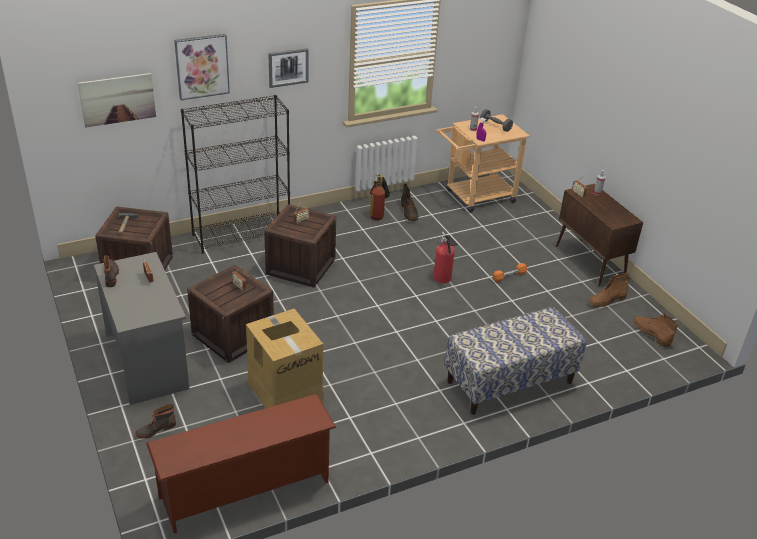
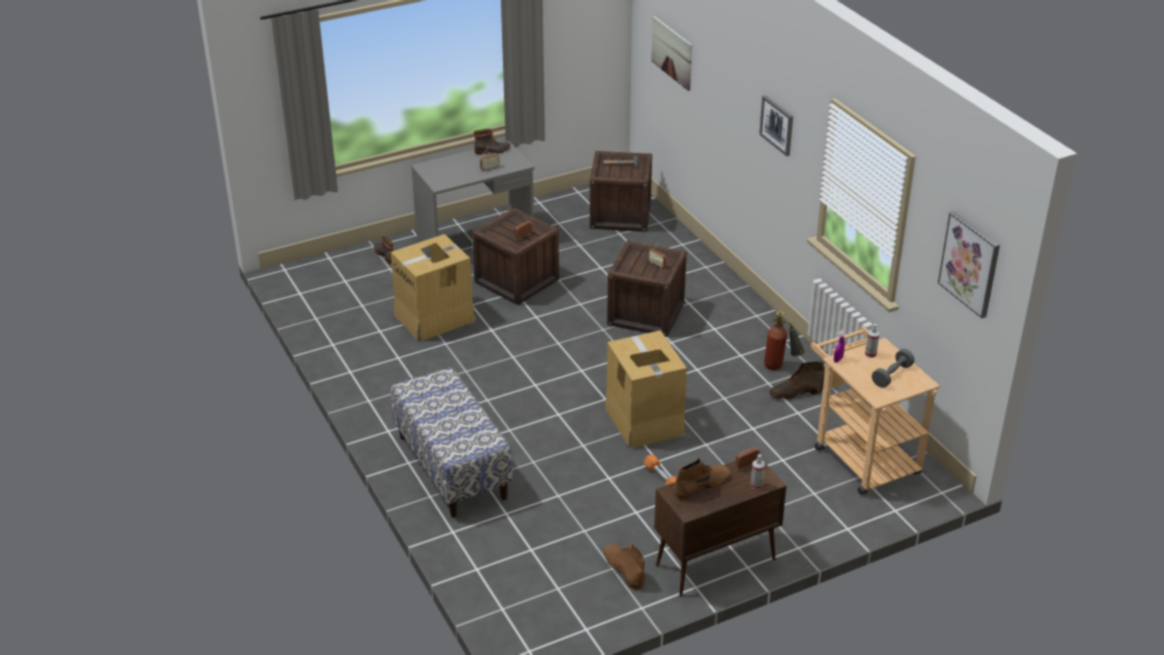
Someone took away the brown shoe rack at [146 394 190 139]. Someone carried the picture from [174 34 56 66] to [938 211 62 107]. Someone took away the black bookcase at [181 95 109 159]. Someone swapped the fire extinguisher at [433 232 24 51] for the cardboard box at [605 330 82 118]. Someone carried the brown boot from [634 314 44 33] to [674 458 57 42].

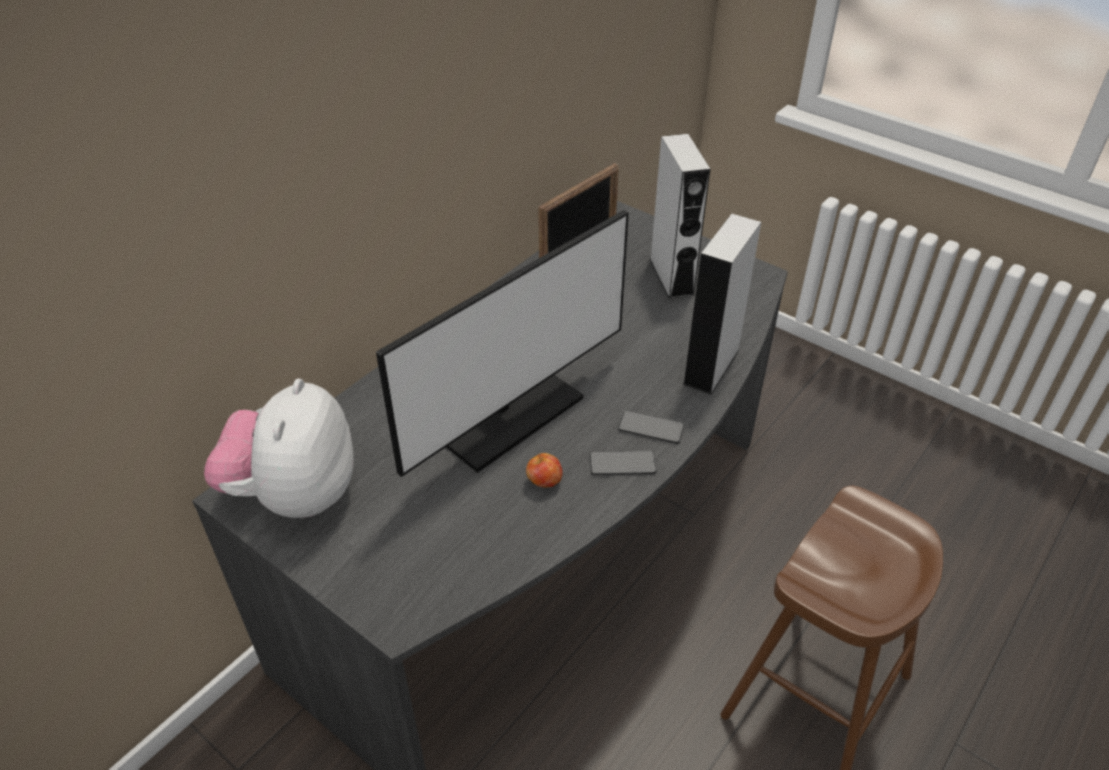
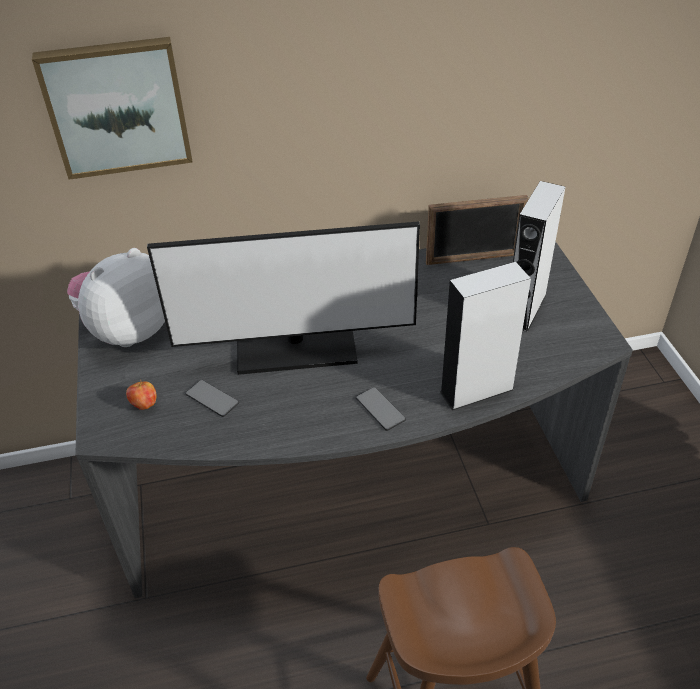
Someone carried the apple from [526 453 37 35] to [126 380 30 30]. Someone carried the phone from [590 451 66 24] to [185 380 54 37]. Someone put up the picture at [32 37 161 143].

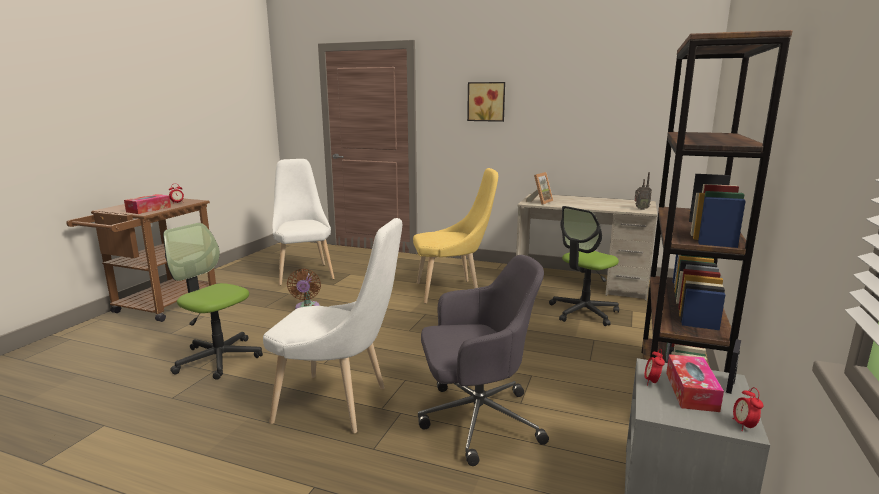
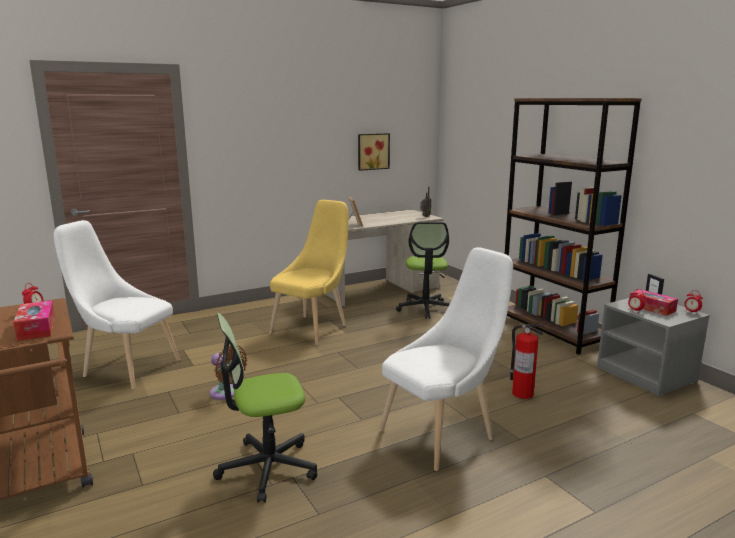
Someone swapped the grey office chair at [418 255 131 211] for the fire extinguisher at [510 324 33 75]. Someone carried the picture from [467 82 38 40] to [358 133 32 38].

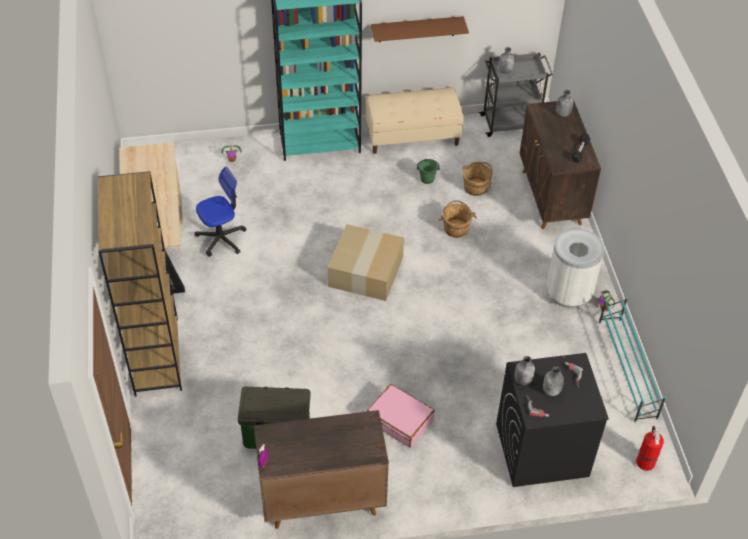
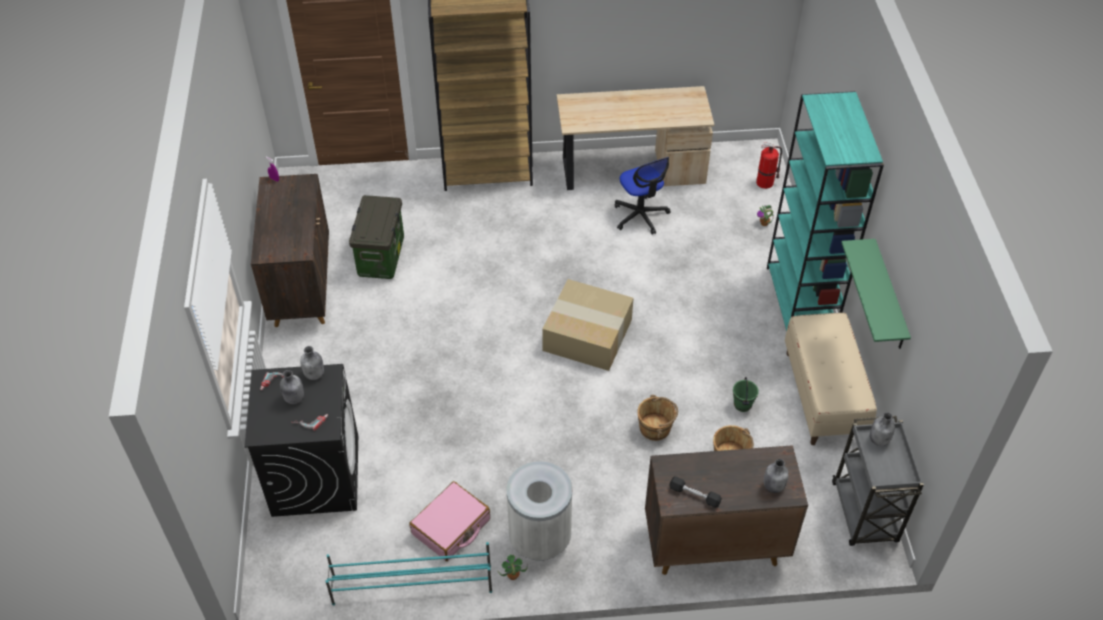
Someone carried the pink suitcase from [366 384 69 64] to [409 481 81 80]. Someone repainted the brown shelf at [371 16 98 26], which became the green shelf at [841 239 70 110]. Someone carried the fire extinguisher from [636 426 28 45] to [756 142 26 47].

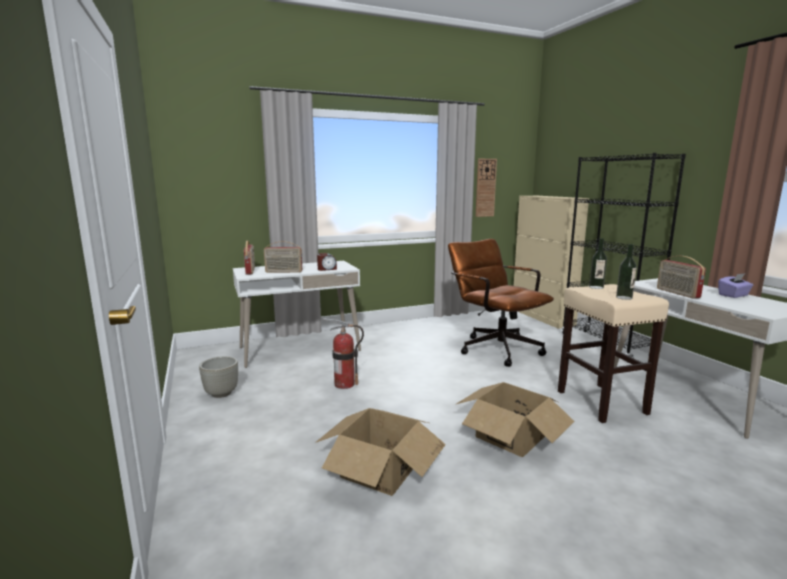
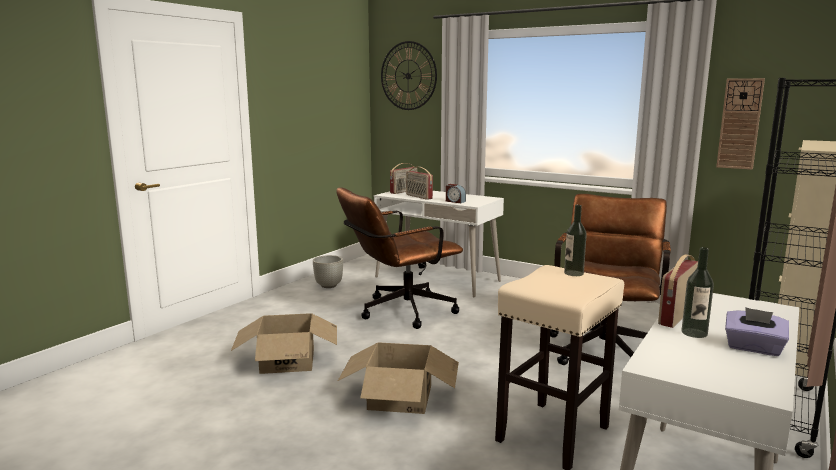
Someone swapped the fire extinguisher at [323 318 41 71] for the brown office chair at [336 187 127 142]. Someone carried the bottle from [616 244 21 56] to [681 247 33 91]. Someone put up the wall clock at [381 41 56 69].

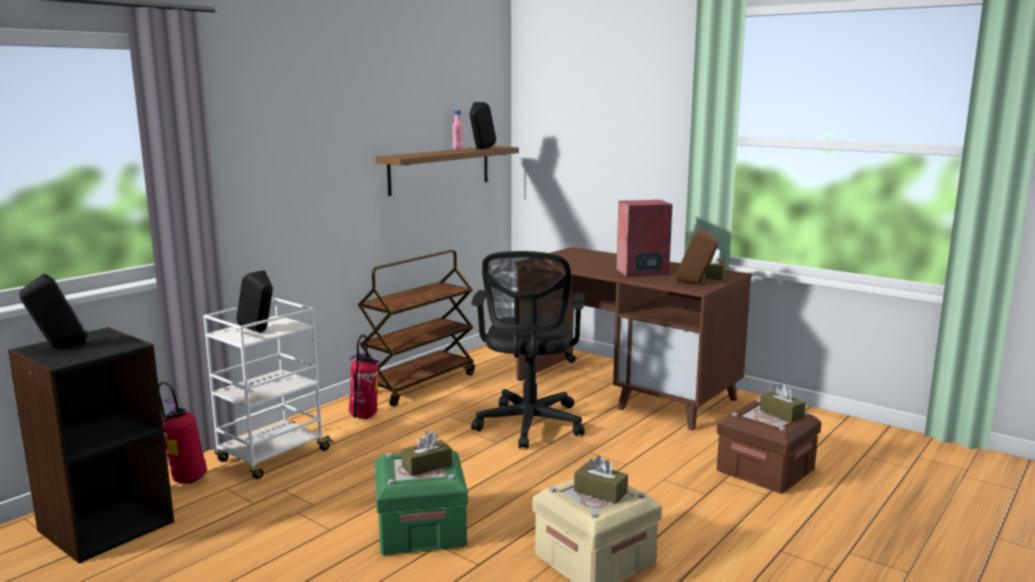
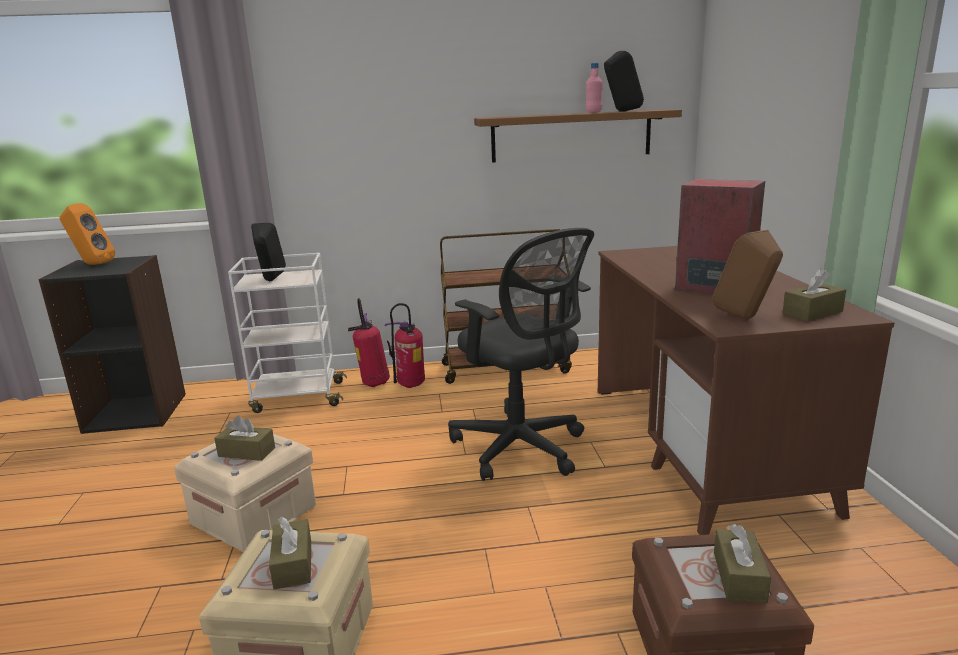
Someone repainted the black speaker at [19 274 69 74], which became the orange speaker at [60 203 55 62]. Someone carried the fire extinguisher from [158 382 49 102] to [348 298 42 89]. Someone repainted the green storage box at [375 450 93 105], which became the beige storage box at [174 426 142 126]. Someone rotated the black office chair at [471 251 114 198] by 90 degrees counterclockwise.

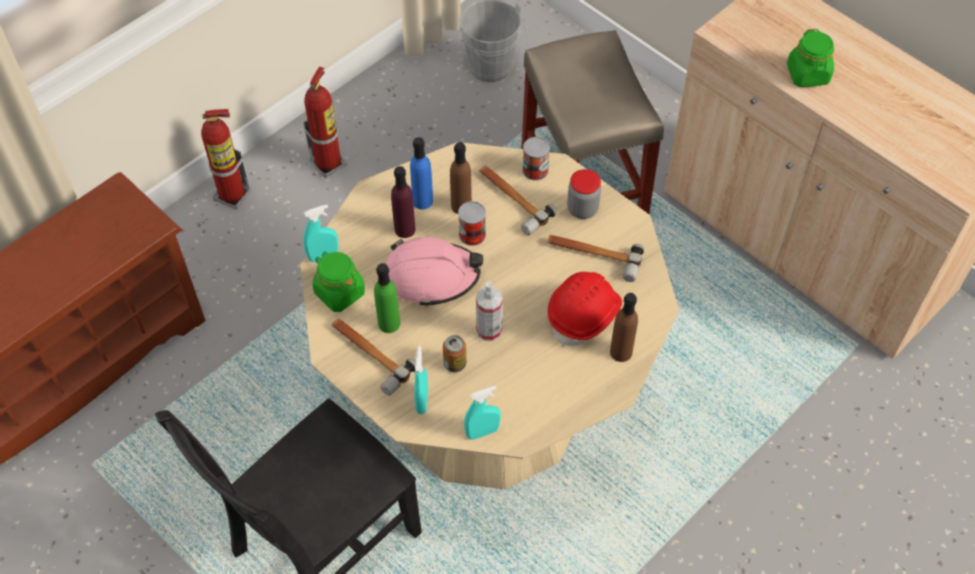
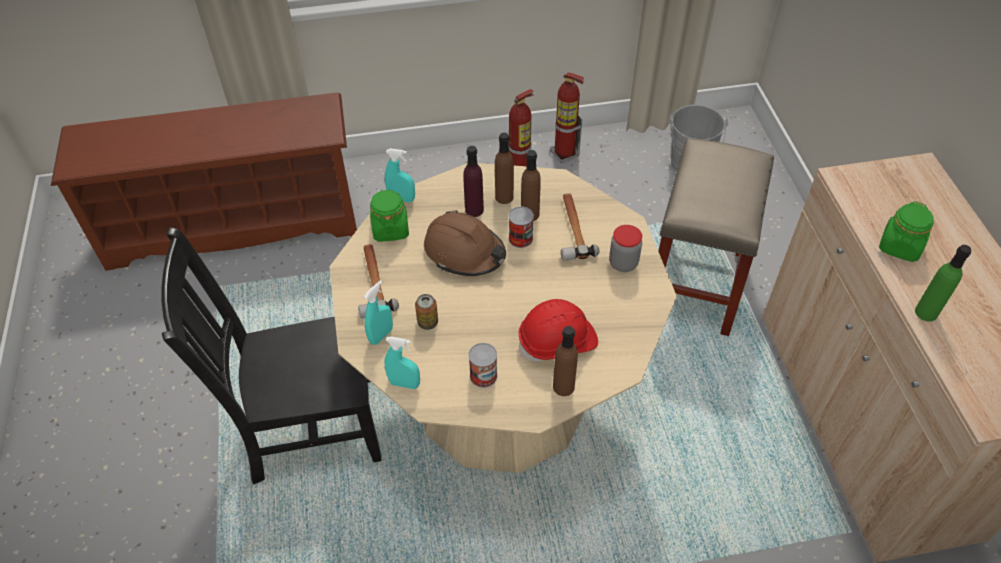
Someone carried the fire extinguisher from [201 109 50 101] to [550 72 34 91]. Someone carried the green bottle from [374 263 26 70] to [915 245 56 77]. Someone repainted the pink hard hat at [385 237 98 70], which became the brown hard hat at [424 210 82 66]. Someone repainted the blue bottle at [410 137 23 73], which became the brown bottle at [495 133 19 71]. Someone took away the spray bottle at [476 281 27 60]. Someone carried the can from [522 137 28 44] to [468 343 29 45]. Someone took away the hammer at [547 235 97 47].

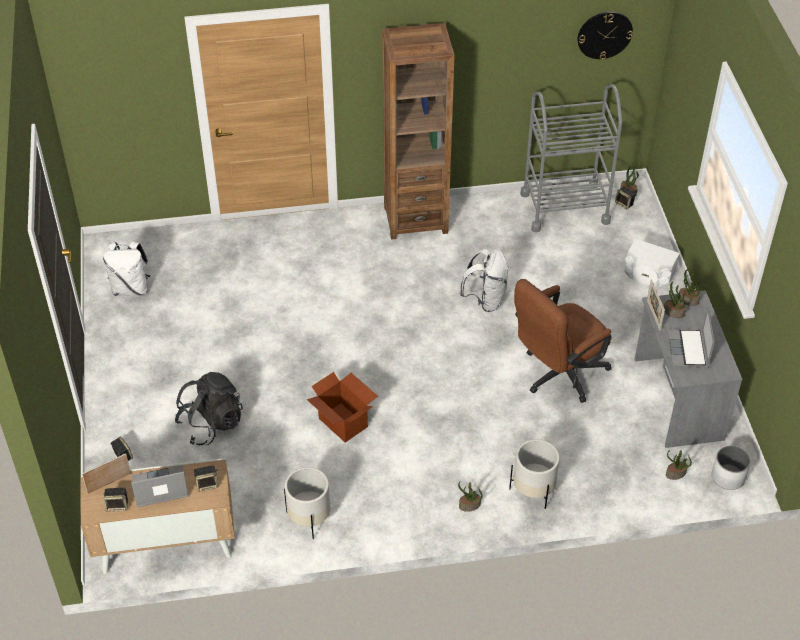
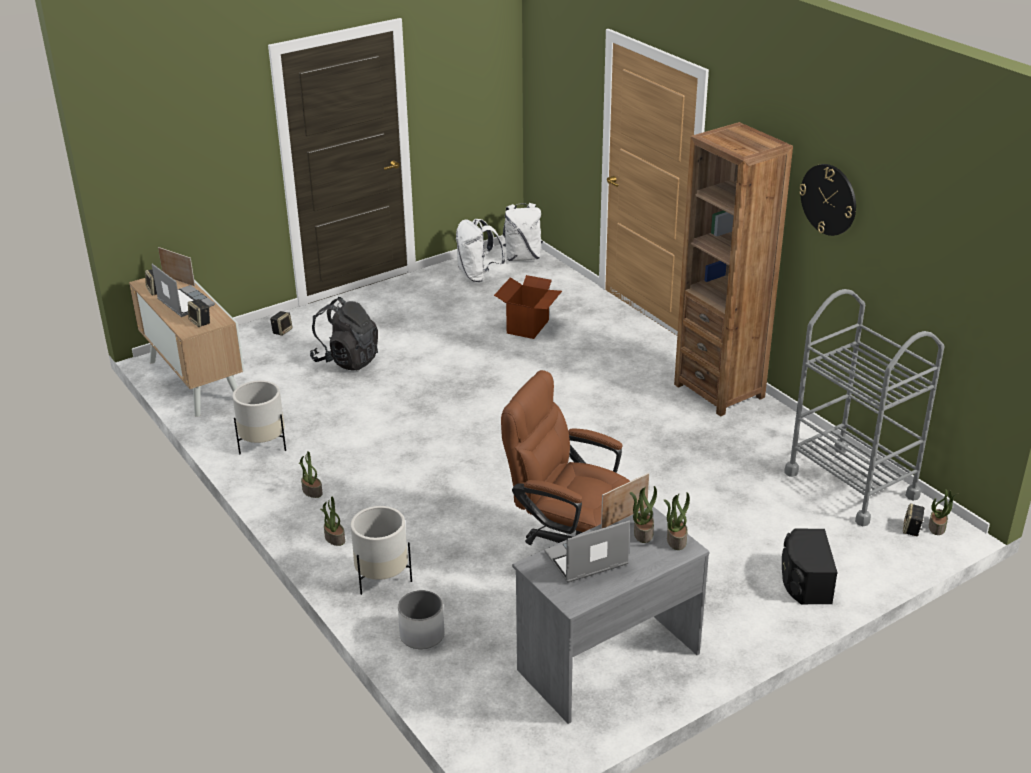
Someone carried the cardboard box from [307 372 71 70] to [494 275 68 64]. Someone carried the white backpack from [459 249 50 63] to [502 203 41 58]. Someone carried the wall clock from [578 12 55 48] to [799 164 57 72]. Someone repainted the white speaker at [625 239 54 49], which became the black speaker at [782 528 55 76]. Someone carried the potted plant from [666 450 26 30] to [299 451 24 47]. Someone carried the white planter from [712 446 39 44] to [398 590 47 59].

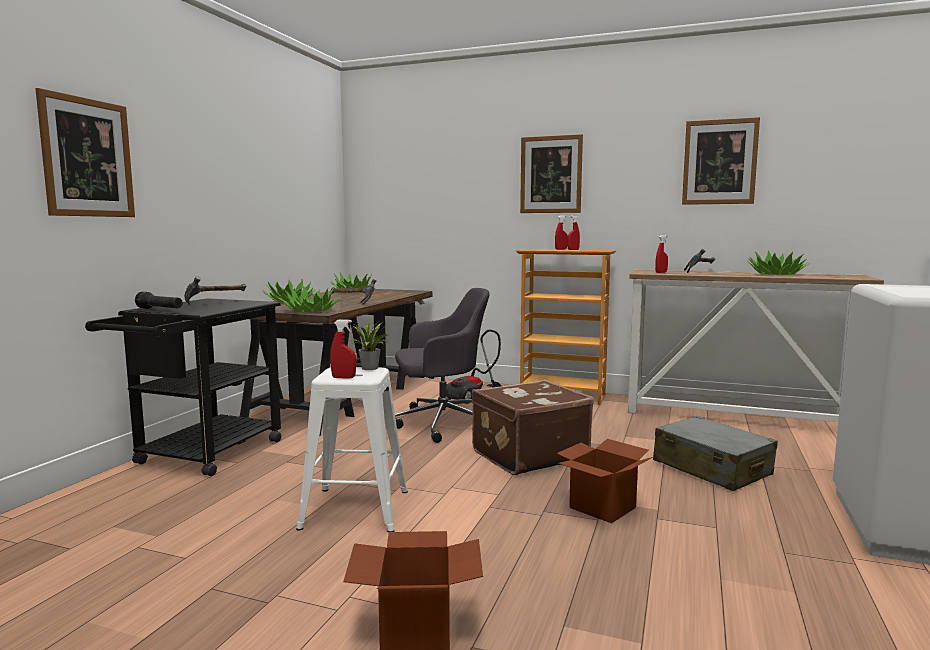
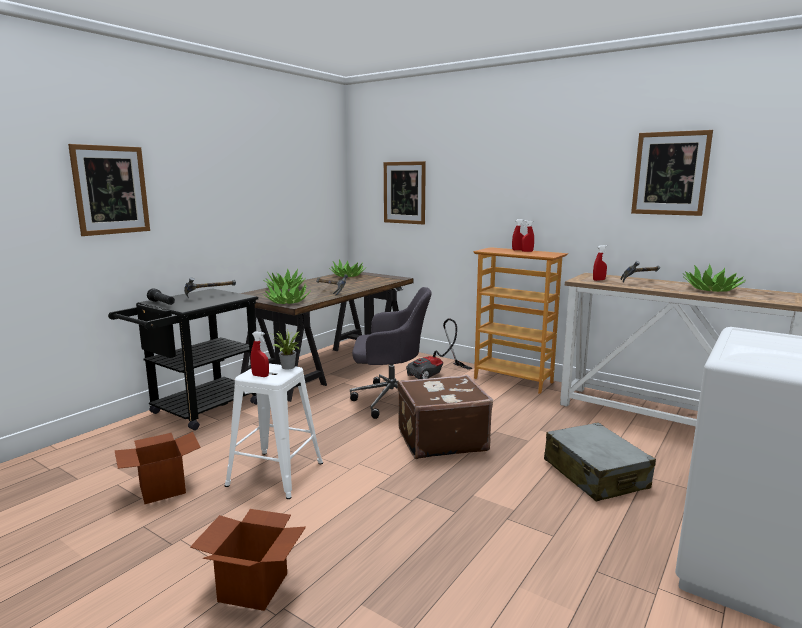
Someone carried the picture from [520 134 63 79] to [384 161 42 64]. Someone carried the cardboard box from [557 439 96 84] to [114 432 87 72].

